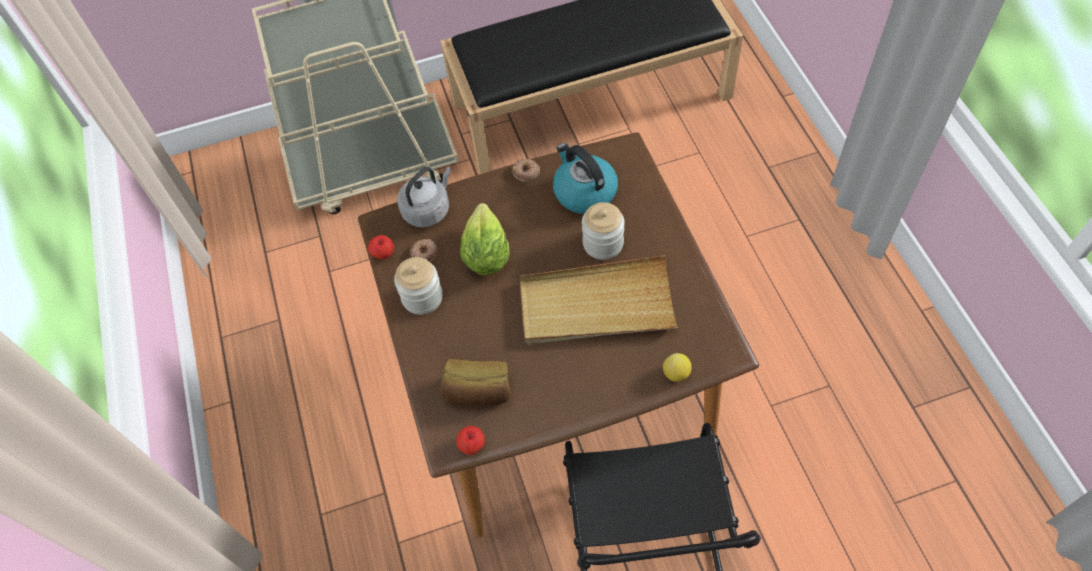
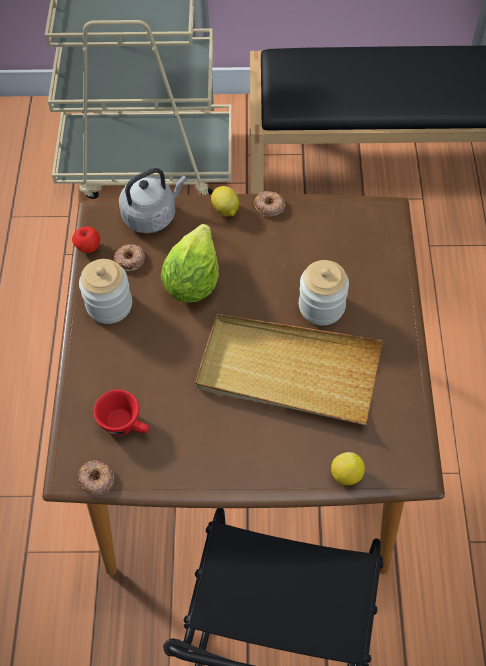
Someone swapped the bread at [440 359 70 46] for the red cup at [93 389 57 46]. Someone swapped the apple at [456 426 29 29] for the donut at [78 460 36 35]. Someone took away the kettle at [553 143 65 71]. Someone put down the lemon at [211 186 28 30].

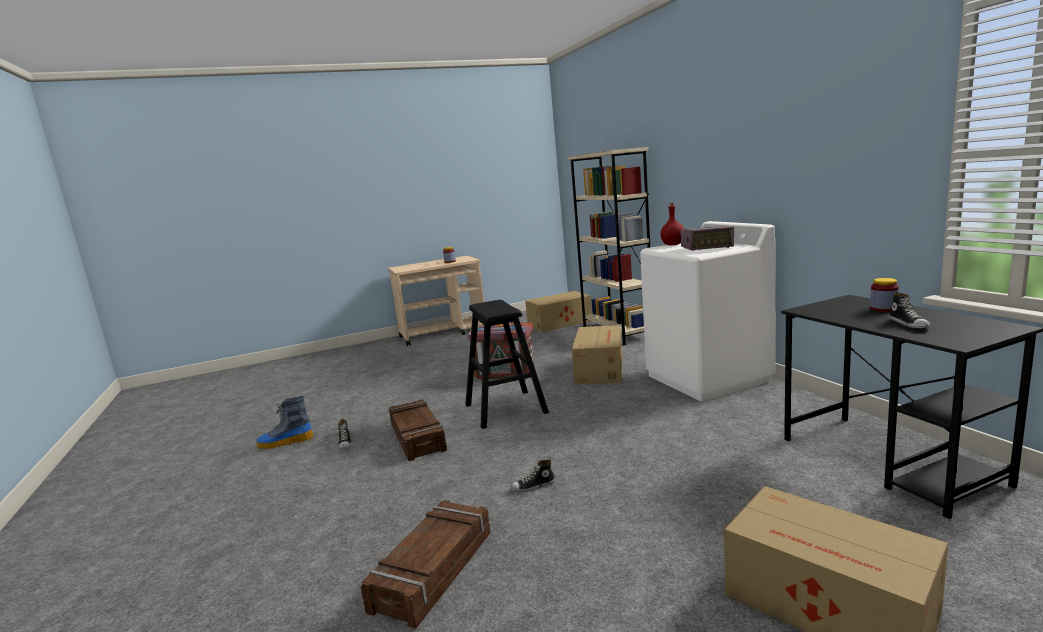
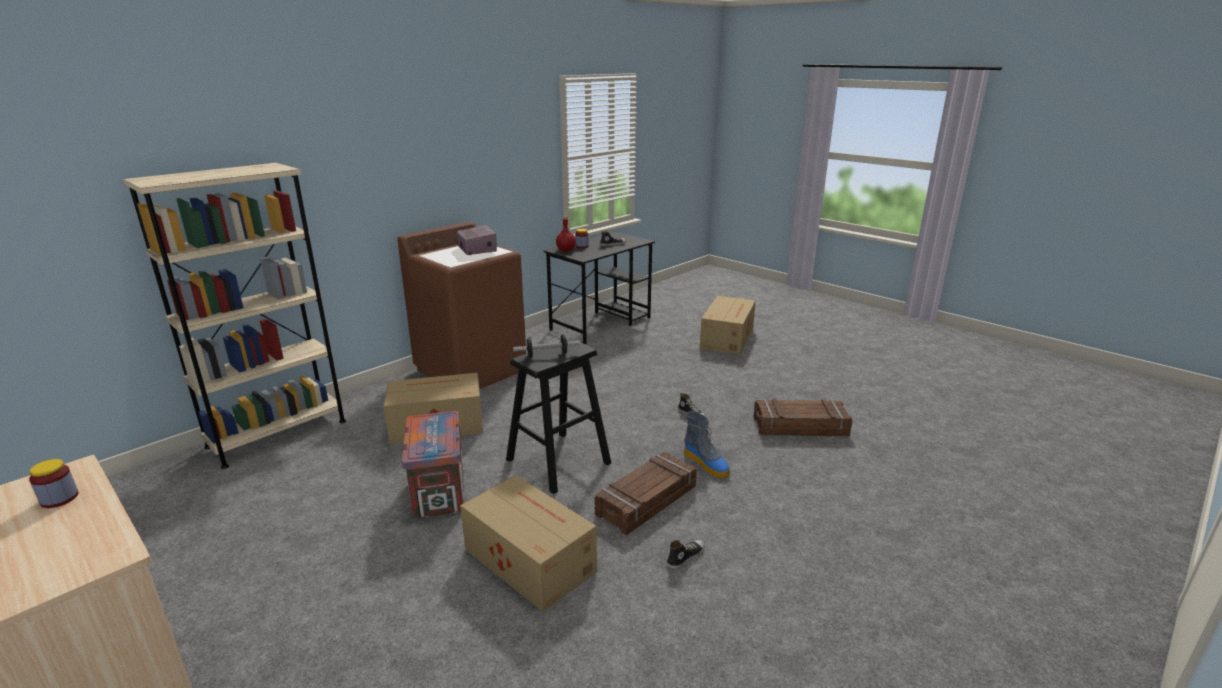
Someone carried the boot from [256 396 58 54] to [684 411 46 68]. Someone carried the cardboard box from [525 291 67 41] to [460 475 137 137]. Someone repainted the white washing machine at [640 221 136 180], which became the brown washing machine at [397 222 129 167]. Someone carried the red bottle from [660 203 24 42] to [556 216 20 36]. Someone put down the dumbbell at [513 334 67 24].

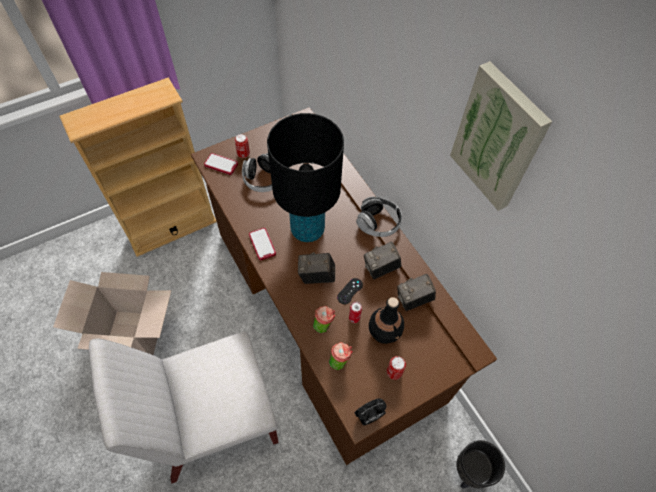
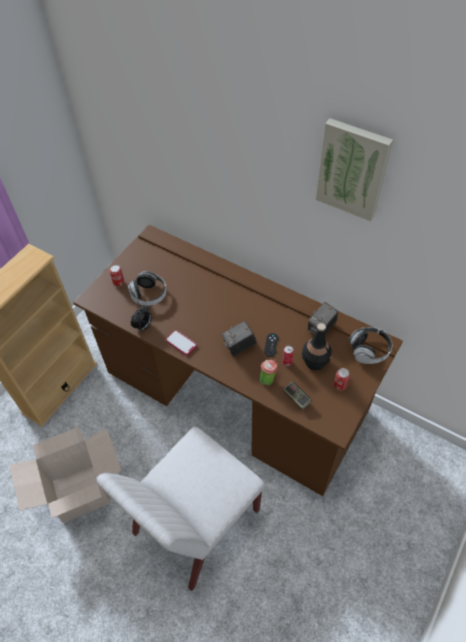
Someone took away the phone at [204 153 34 22]. Someone took away the black table lamp at [267 113 77 129]. Someone swapped the cup at [329 342 24 28] for the game controller at [283 382 29 28]. Someone carried the alarm clock from [355 398 31 27] to [131 306 21 25]. Someone carried the headphones from [356 197 46 40] to [349 327 43 37]. Someone took away the photo camera at [364 242 37 37]. Someone took away the black planter at [456 440 49 49].

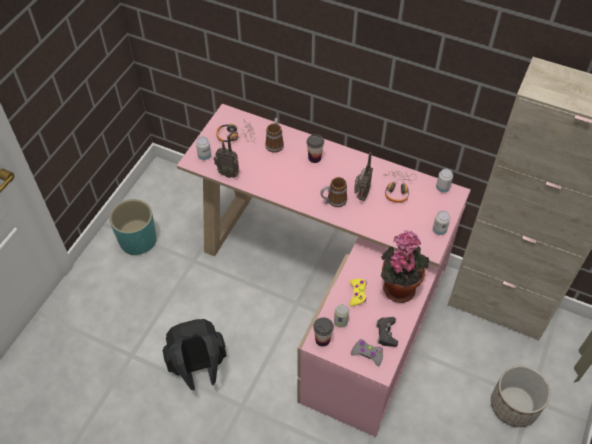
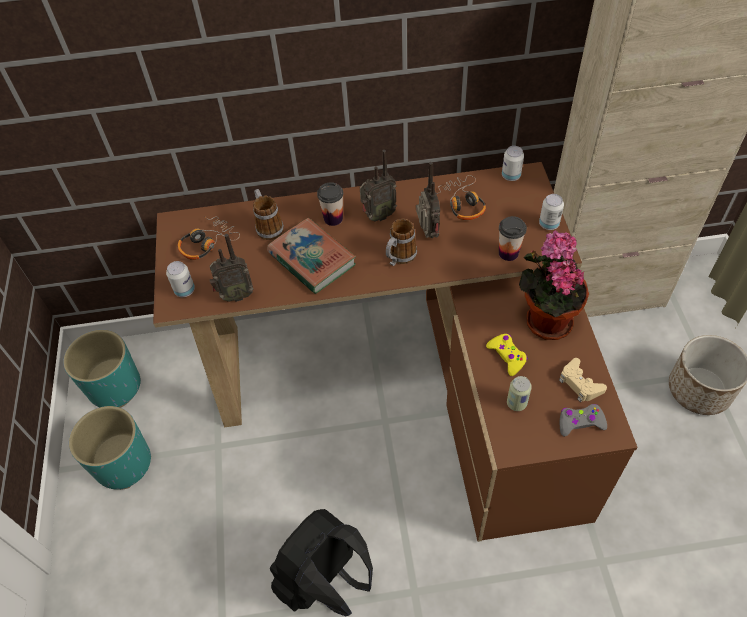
Someone repainted the pink desk at [177 104 294 333], which became the brown desk at [153 162 484 380]. Someone carried the cup from [313 317 21 30] to [499 216 28 45]. Someone repainted the black game controller at [376 317 22 30], which became the beige game controller at [559 358 48 44]. Someone put down the turquoise planter at [63 330 78 77]. Someone put down the book at [267 218 89 76]. Someone put down the radio at [360 150 37 71].

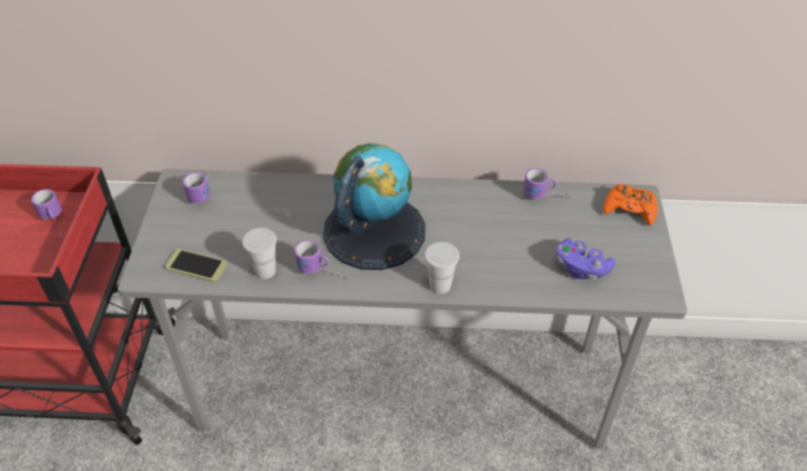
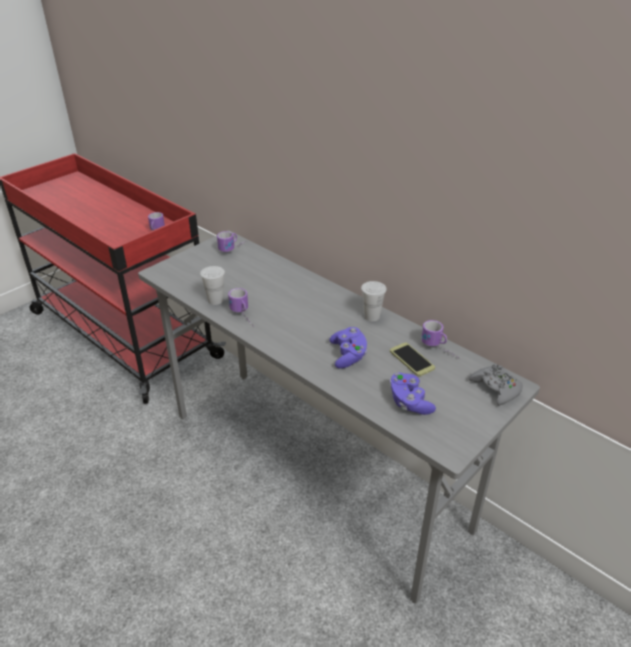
Someone carried the phone from [165 249 63 33] to [390 343 45 34]. Someone took away the globe at [323 143 102 127]. Someone carried the white cup from [424 242 35 52] to [361 281 26 40]. Someone repainted the orange game controller at [603 184 55 42], which became the grey game controller at [469 364 54 42]. Someone put down the purple game controller at [329 327 38 42].

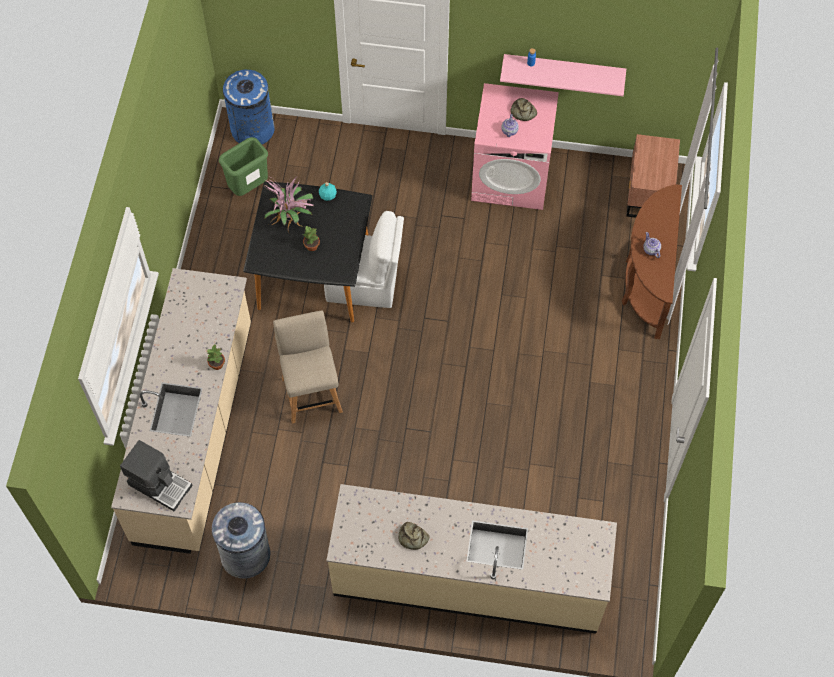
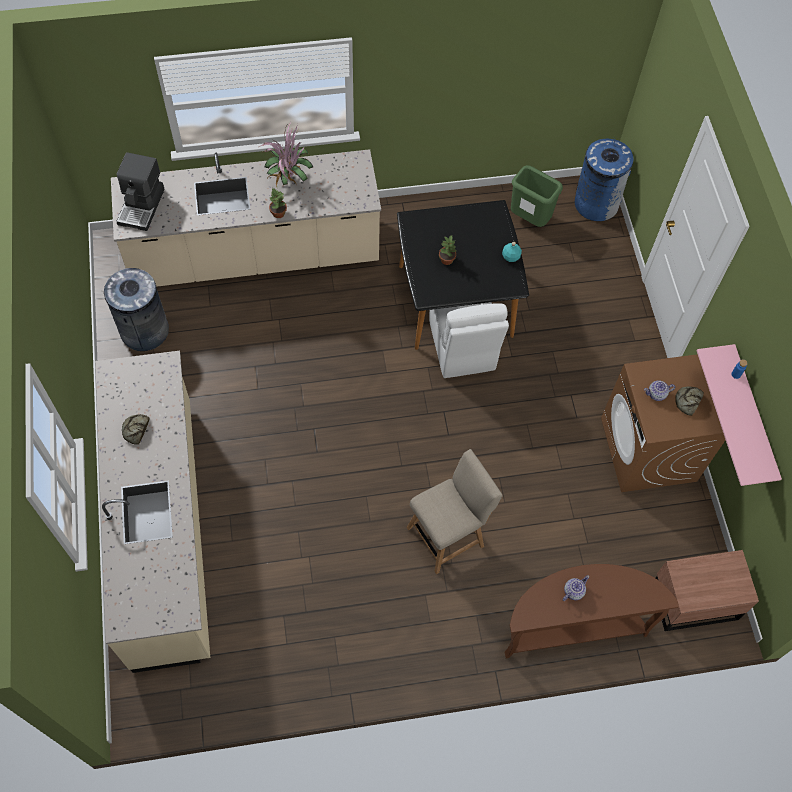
Someone carried the potted plant from [262 176 51 57] to [259 122 54 65]. Someone carried the beige chair from [273 310 70 113] to [406 449 96 125]. Someone repainted the pink washing machine at [471 83 88 127], which became the brown washing machine at [601 354 124 138].

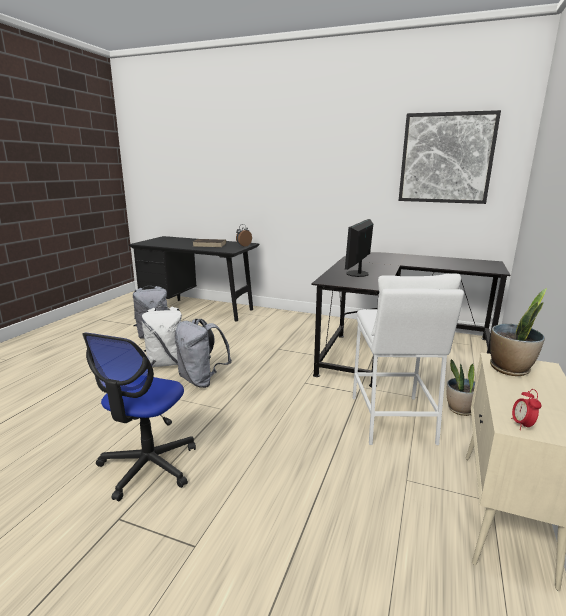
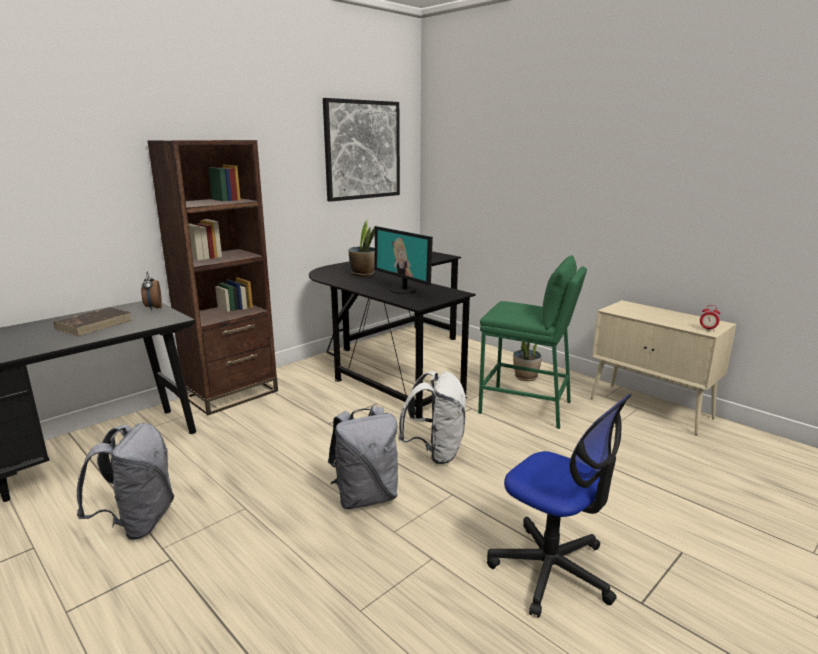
Someone carried the white backpack from [141 306 41 61] to [398 371 69 93]. Someone repainted the white stool at [353 273 111 172], which became the green stool at [478 255 109 174]. Someone carried the potted plant from [490 288 57 88] to [349 220 26 57]. Someone put down the brown bookcase at [147 140 131 275].

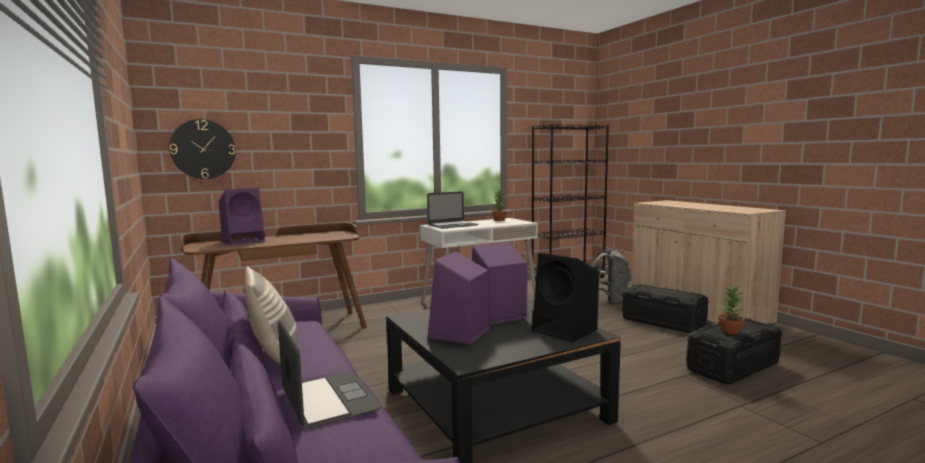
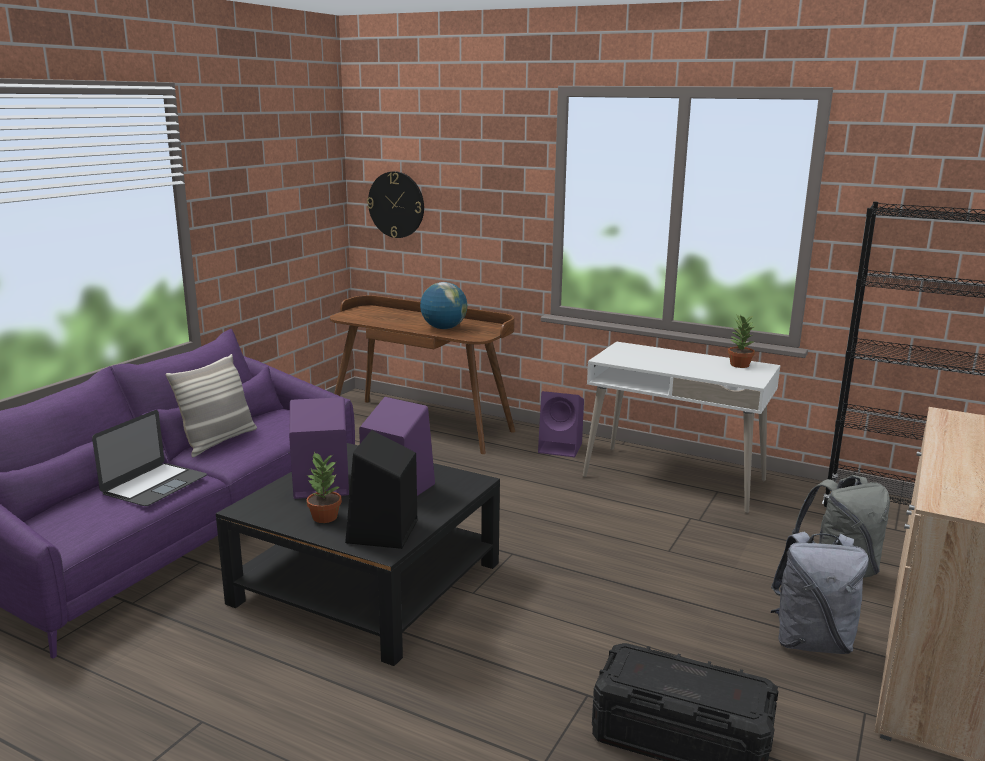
Someone carried the purple speaker from [219 188 46 58] to [538 391 46 66]. Someone took away the laptop at [427 191 52 37]. Someone swapped the black storage box at [622 284 86 49] for the grey backpack at [770 532 99 122]. Someone carried the potted plant from [718 284 27 50] to [306 452 36 71]. Someone put down the globe at [420 282 47 47].

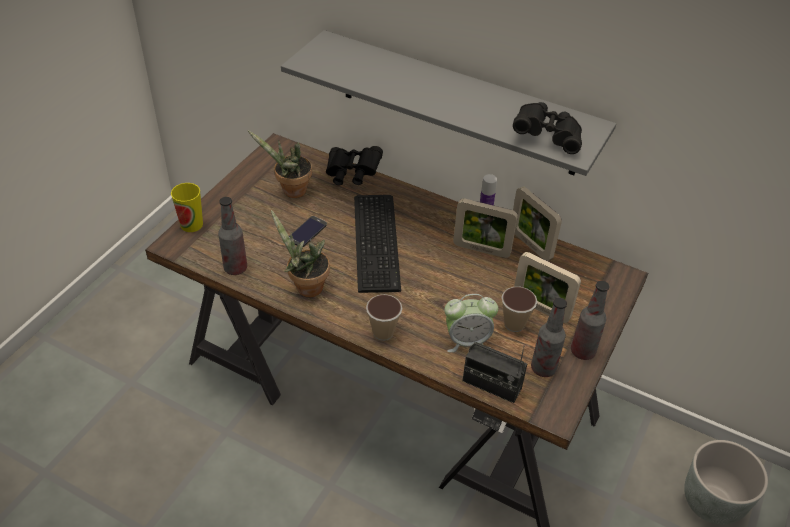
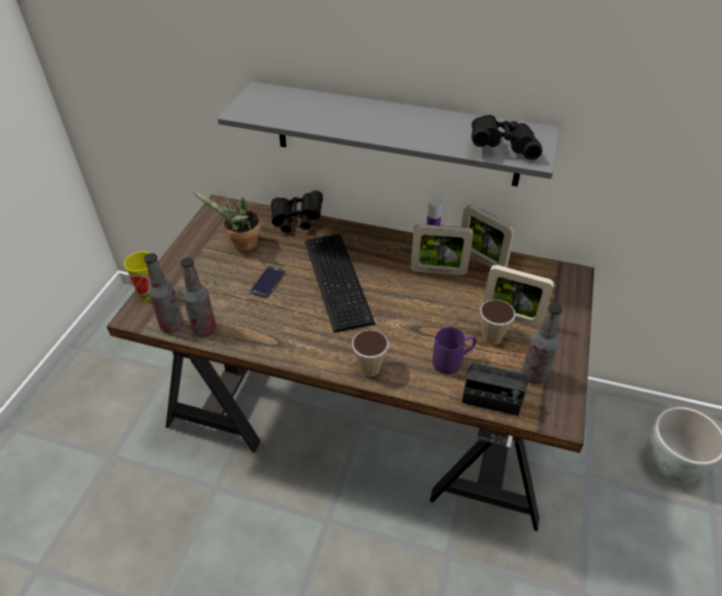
Someone took away the potted plant at [271 210 59 87]. Someone swapped the alarm clock at [444 294 54 58] for the purple mug at [432 327 45 47]. Someone carried the bottle from [571 281 38 79] to [144 253 40 80].

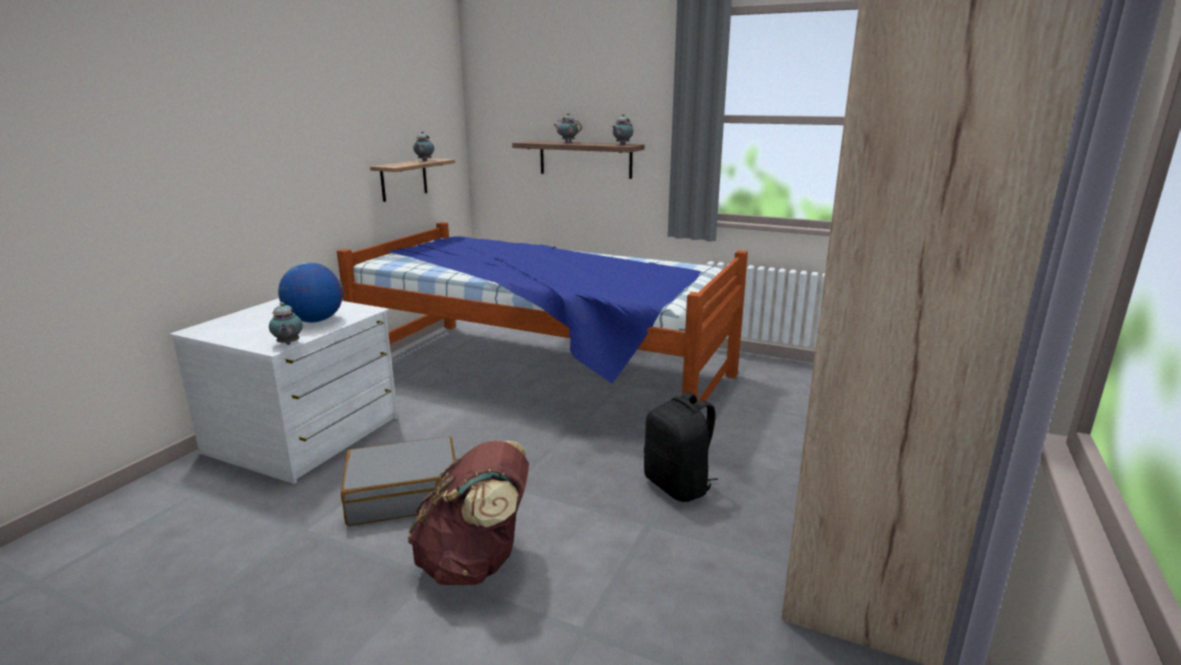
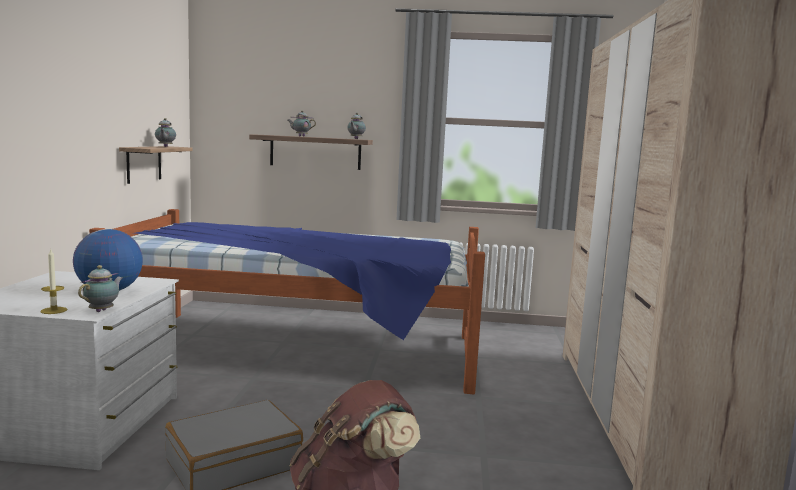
Someone rotated the teapot at [269 302 34 43] by 120 degrees counterclockwise. Someone took away the black backpack at [644 392 74 110]. Someone put down the candle at [40 249 27 65].

